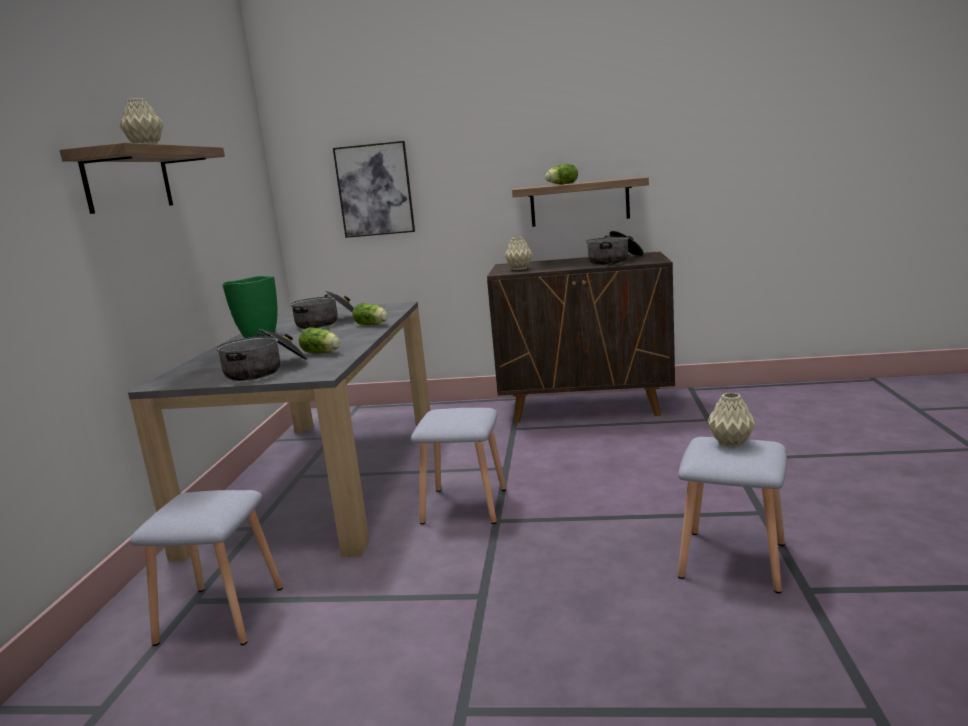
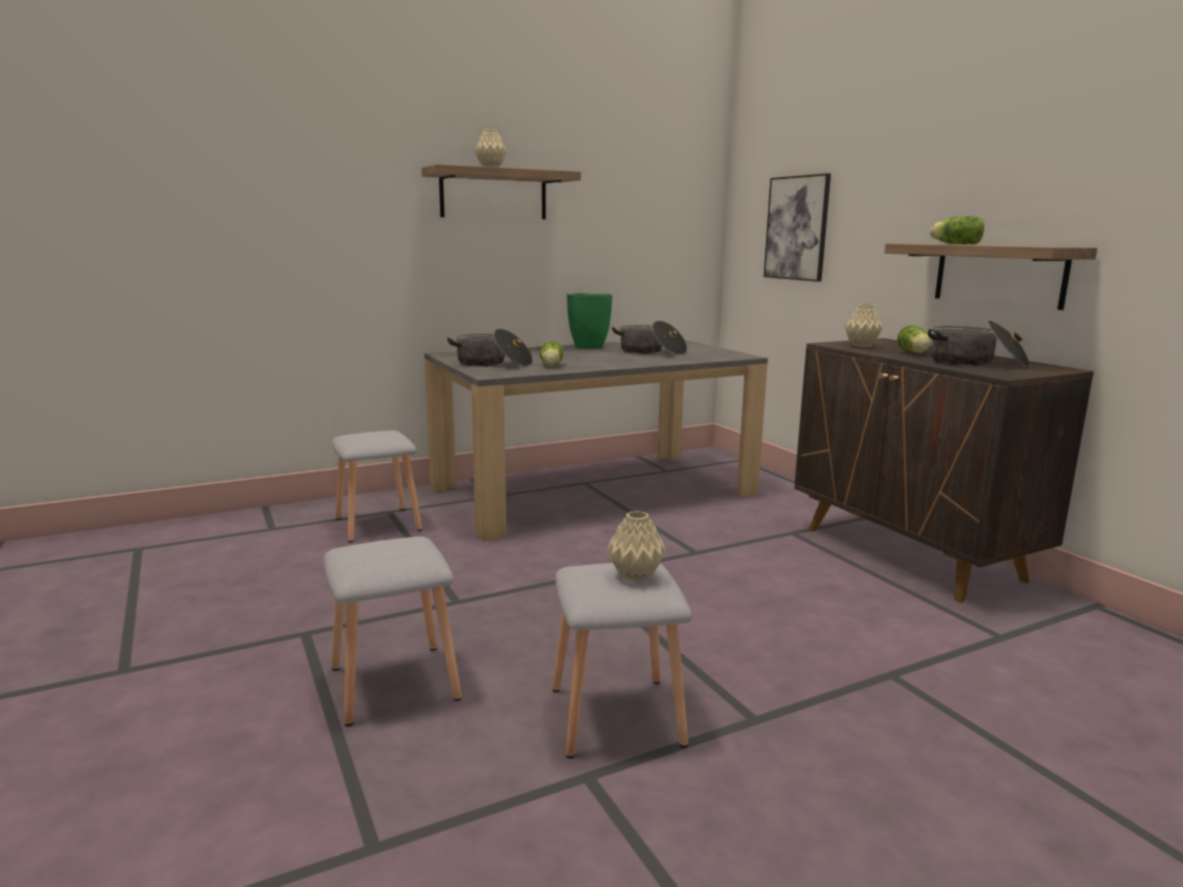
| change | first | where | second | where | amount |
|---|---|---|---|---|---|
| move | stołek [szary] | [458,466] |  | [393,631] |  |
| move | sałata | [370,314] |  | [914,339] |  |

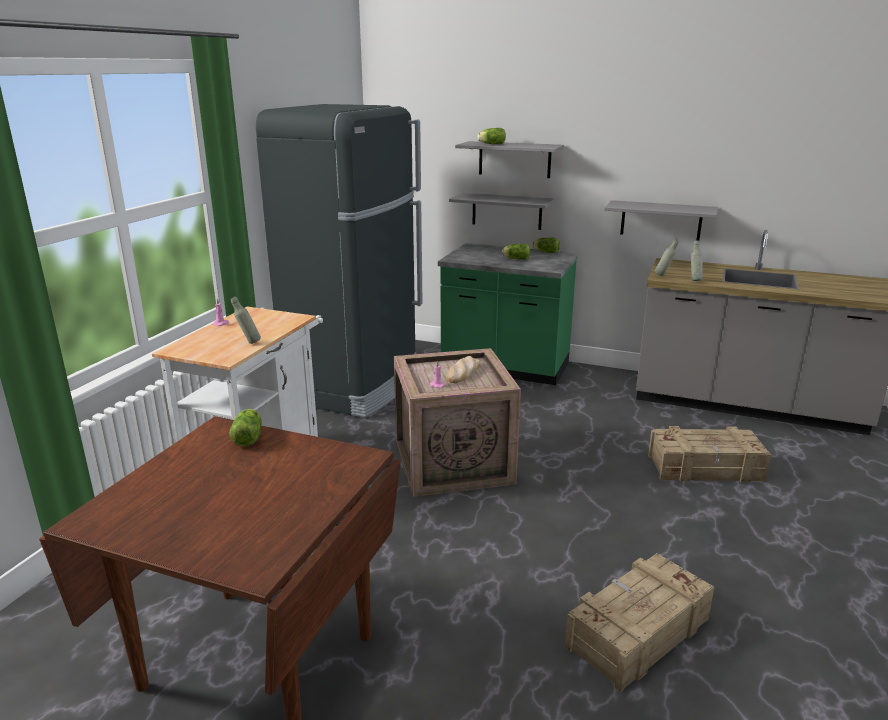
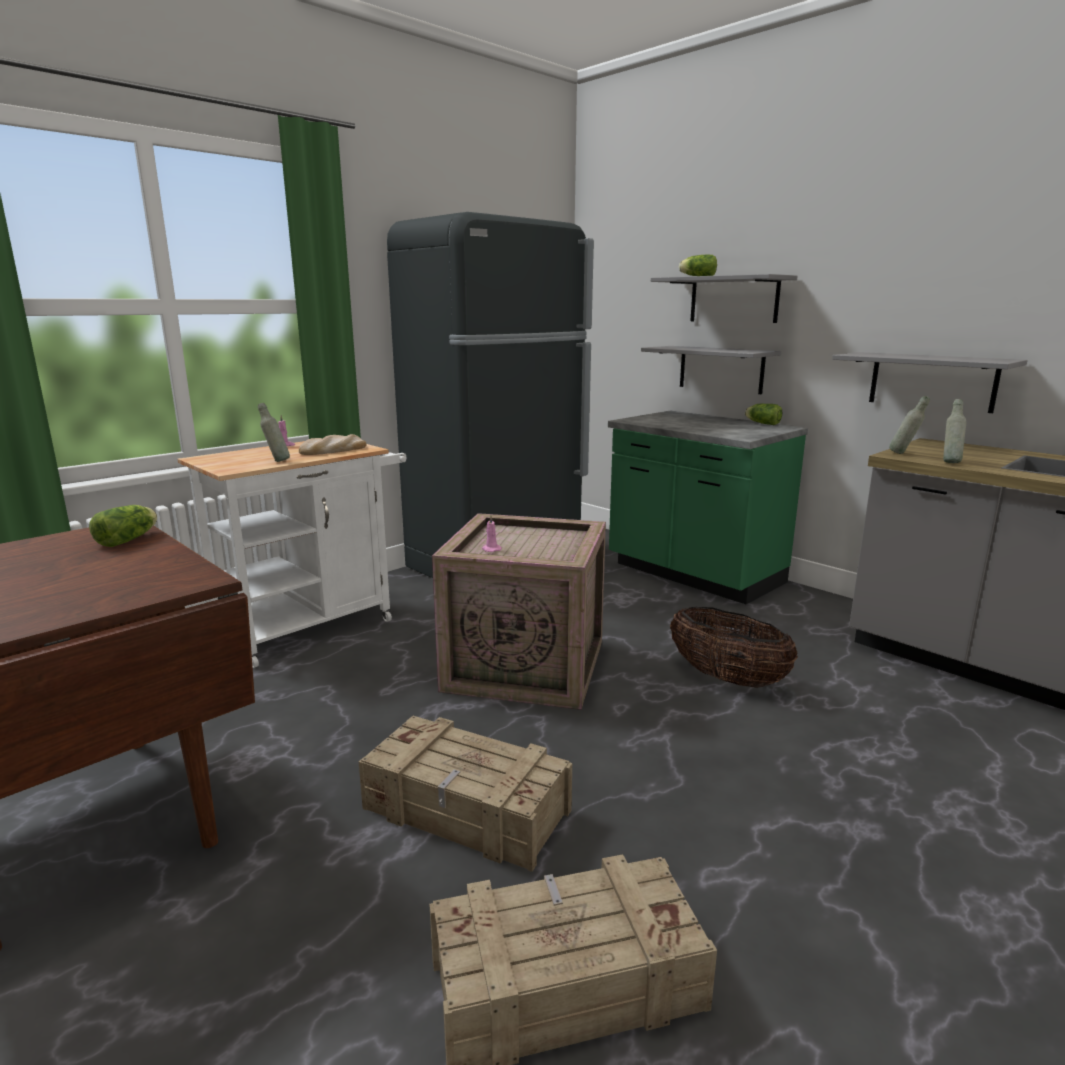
| change | first | where | second | where | amount |
|---|---|---|---|---|---|
| move | chleb | [463,369] |  | [332,444] |  |
| move | skrzynka | [709,454] |  | [465,794] |  |
| insert |  |  | koszyk | [734,647] |  |
| delete | sałata | [516,252] |  |  |  |

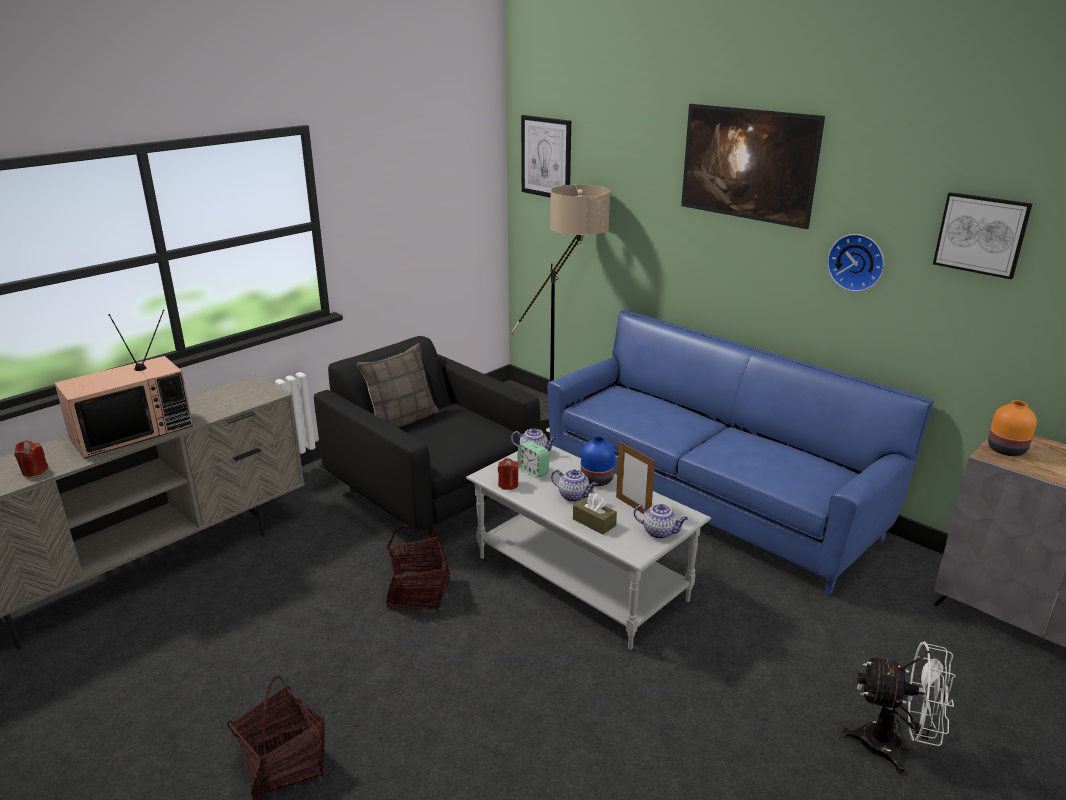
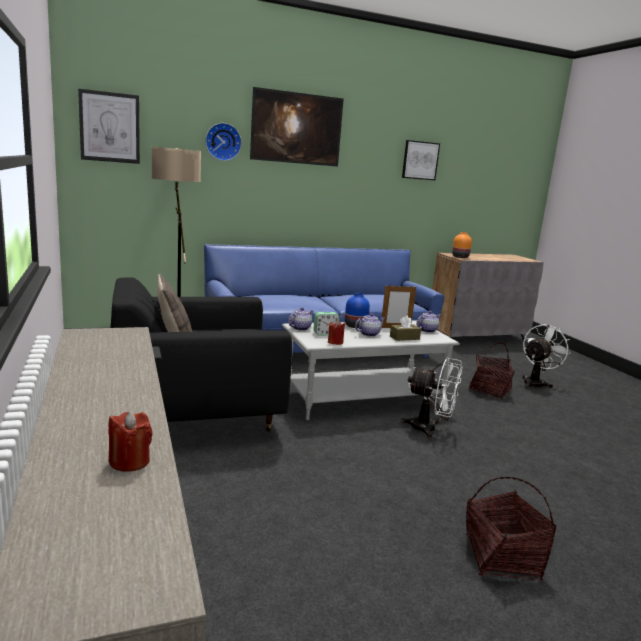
| change | first | where | second | where | amount |
|---|---|---|---|---|---|
| move | zegar ścienny | [855,263] |  | [223,142] |  |
| insert |  |  | wentylator [biały] | [432,398] |  |
| move | koszyk | [418,569] |  | [492,371] |  |
| delete | telewizor | [123,384] |  |  |  |

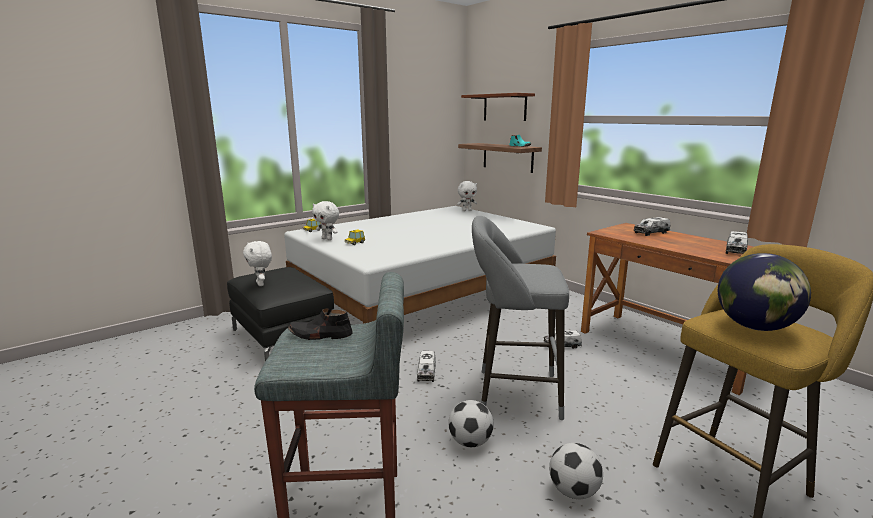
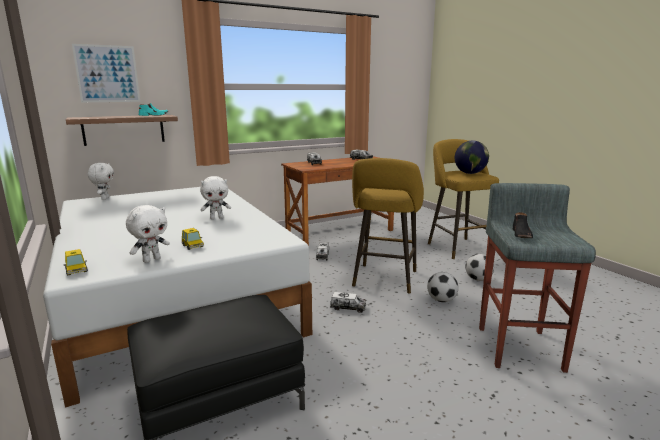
| change | first | where | second | where | amount |
|---|---|---|---|---|---|
| replace | półka | [498,107] | obraz | [106,73] |  |
| move | pluszak [biały] | [257,263] |  | [215,197] |  |
| recolor | stołek [szary] | [520,318] | stołek [żółty] | [388,226] |  |

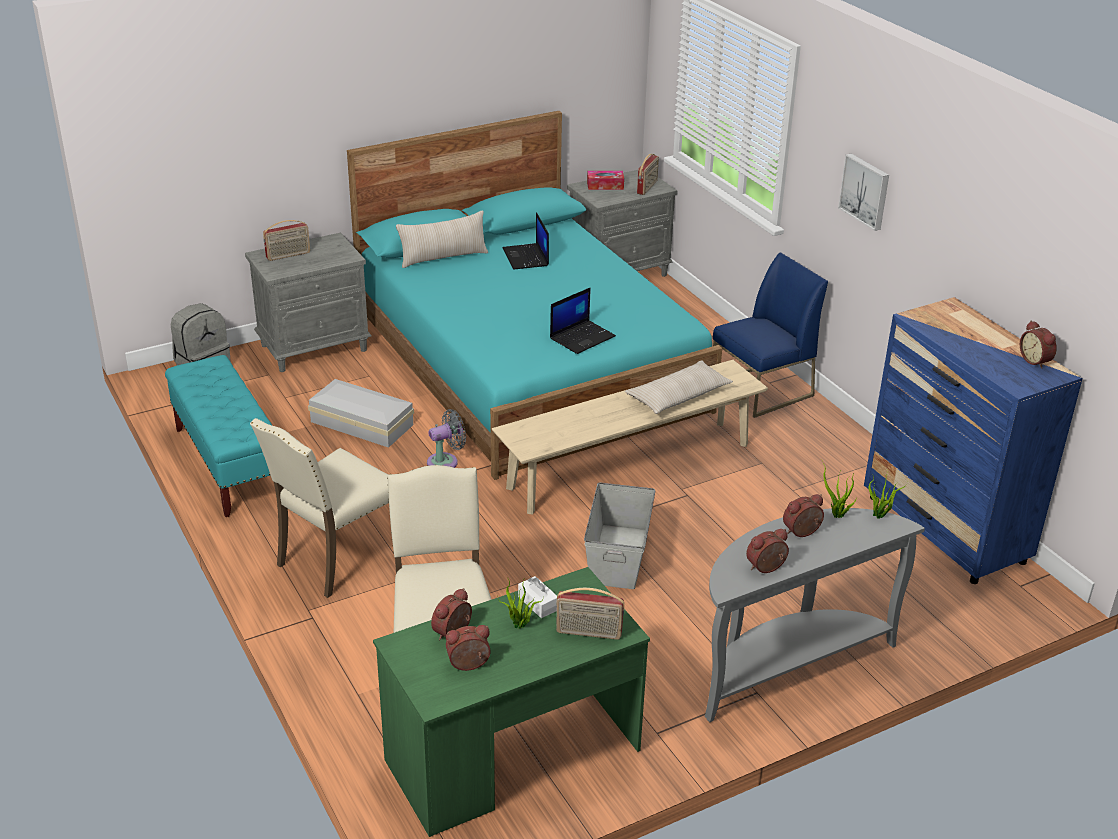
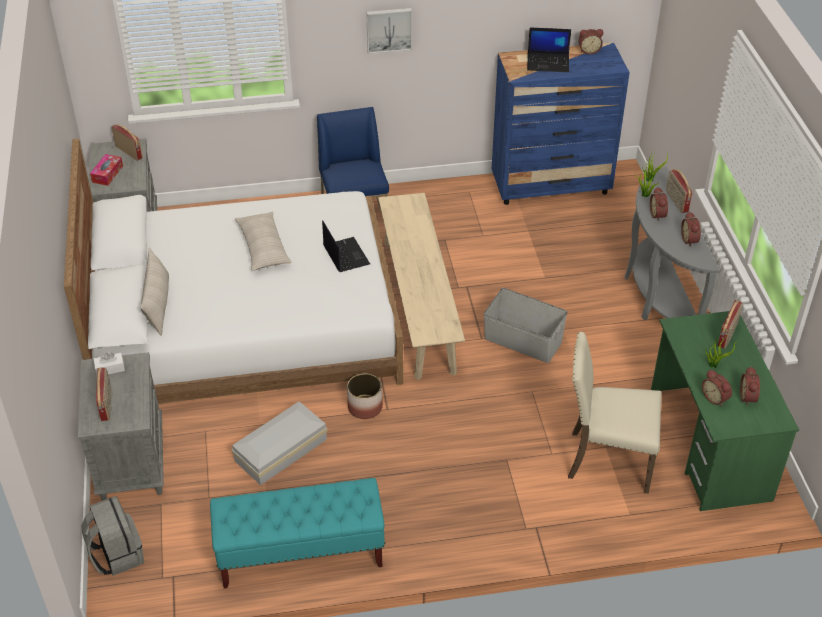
| change | first | where | second | where | amount |
|---|---|---|---|---|---|
| recolor | łóżko [turkusowy] | [534,295] | łóżko [biały] | [233,271] |  |
| move | pudełko chusteczek [biały] | [537,597] |  | [109,364] |  |
| move | poduszka [beżowy] | [679,387] |  | [263,241] |  |
| replace | wentylator [szary] | [446,438] | donica | [365,396] |  |
| move | laptop | [526,240] |  | [549,49] |  |
| insert |  |  | radio | [679,191] |  |
| delete | krzesło [beżowy] | [319,508] |  |  |  |

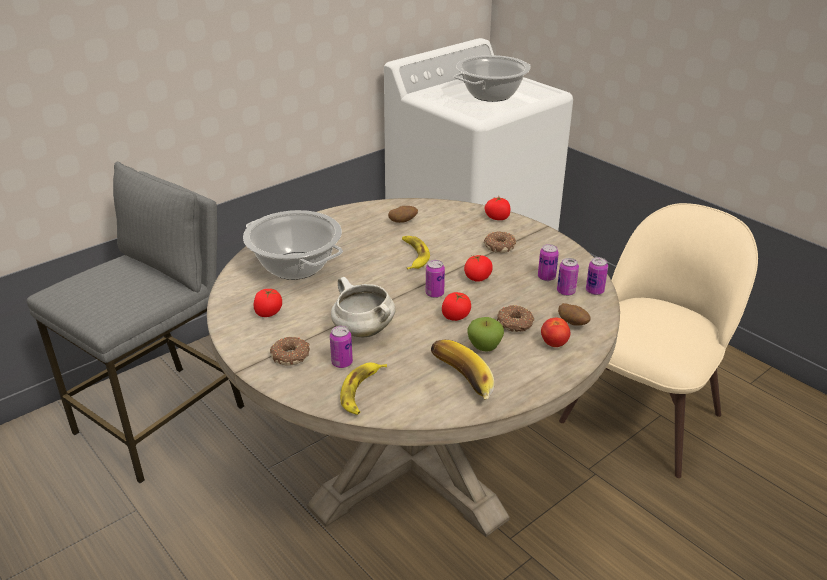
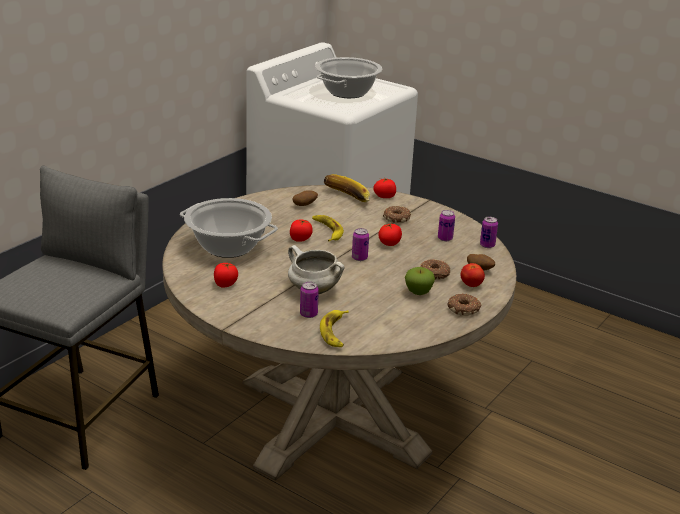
| change | first | where | second | where | amount |
|---|---|---|---|---|---|
| move | pomidor | [456,306] |  | [301,231] |  |
| move | banan | [462,370] |  | [347,188] |  |
| move | donut | [290,351] |  | [464,305] |  |
| delete | puszka | [568,277] |  |  |  |
| delete | krzesło [beżowy] | [658,340] |  |  |  |

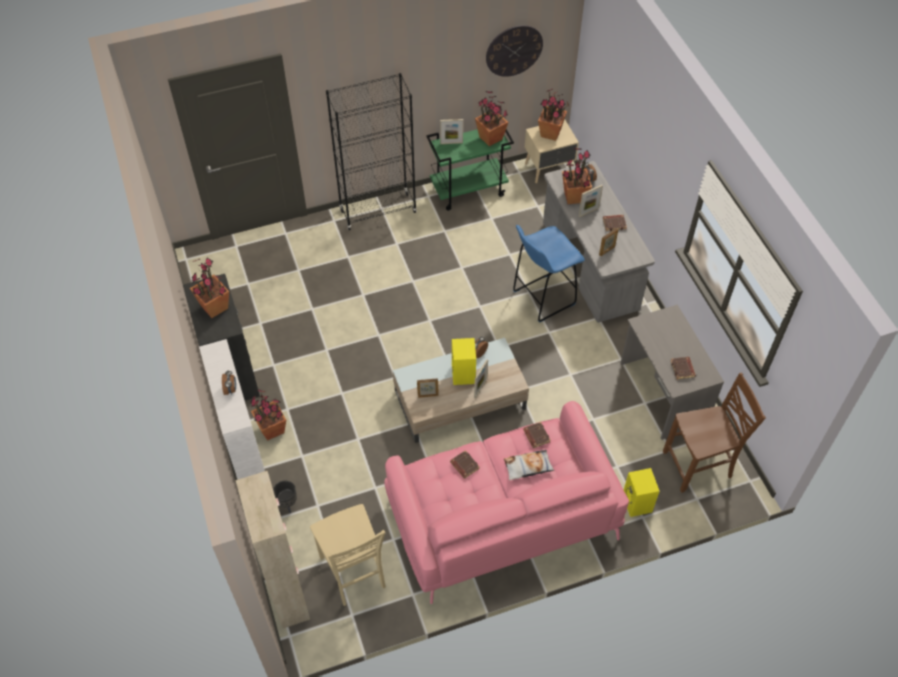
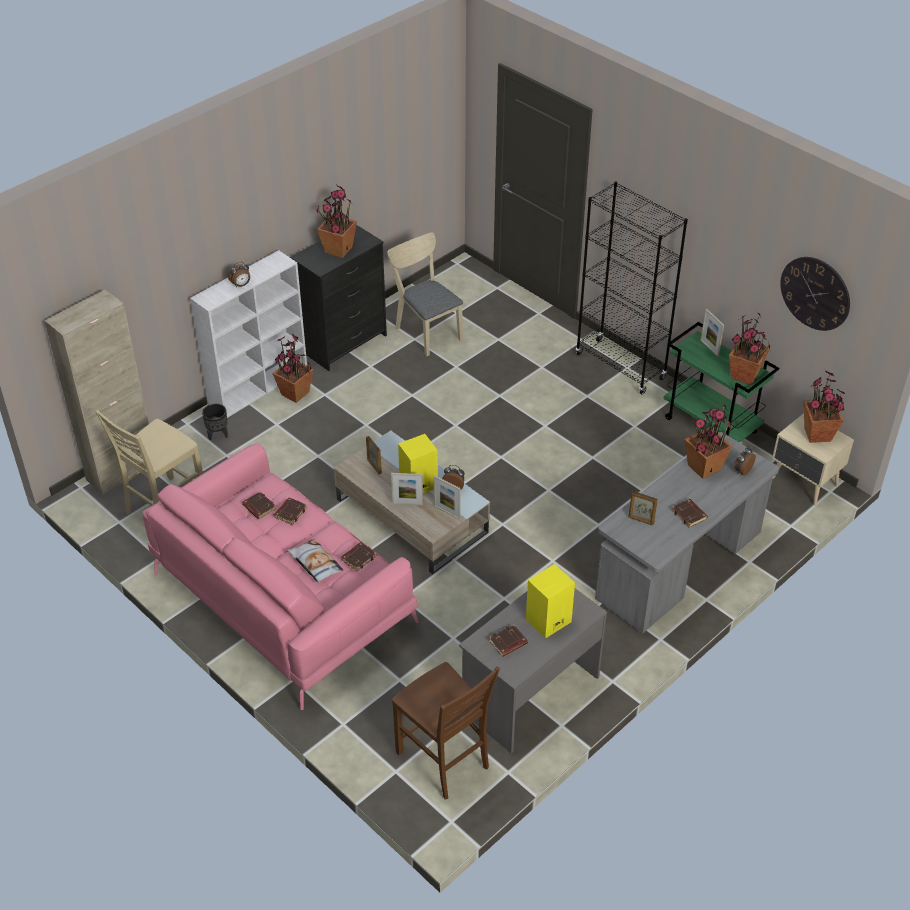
| change | first | where | second | where | amount |
|---|---|---|---|---|---|
| insert |  |  | książka [brązowy] | [259,505] |  |
| insert |  |  | krzesło [beżowy] | [425,294] |  |
| move | ramka na zdjęcie | [591,201] |  | [447,497] |  |
| move | głośnik [żółty] | [642,492] |  | [550,601] |  |
| delete | stołek [niebieski] | [549,274] |  |  |  |

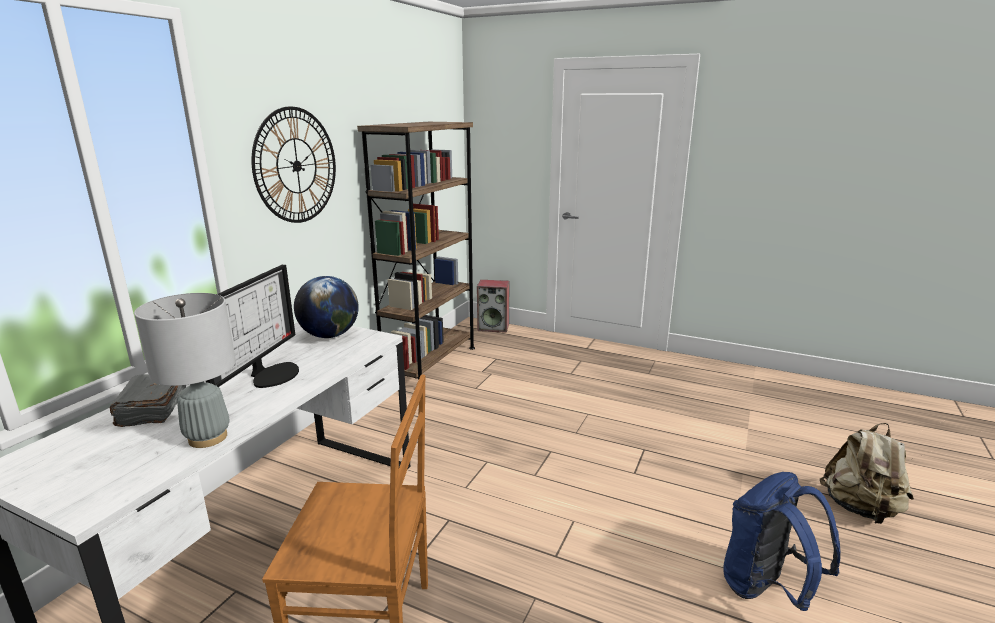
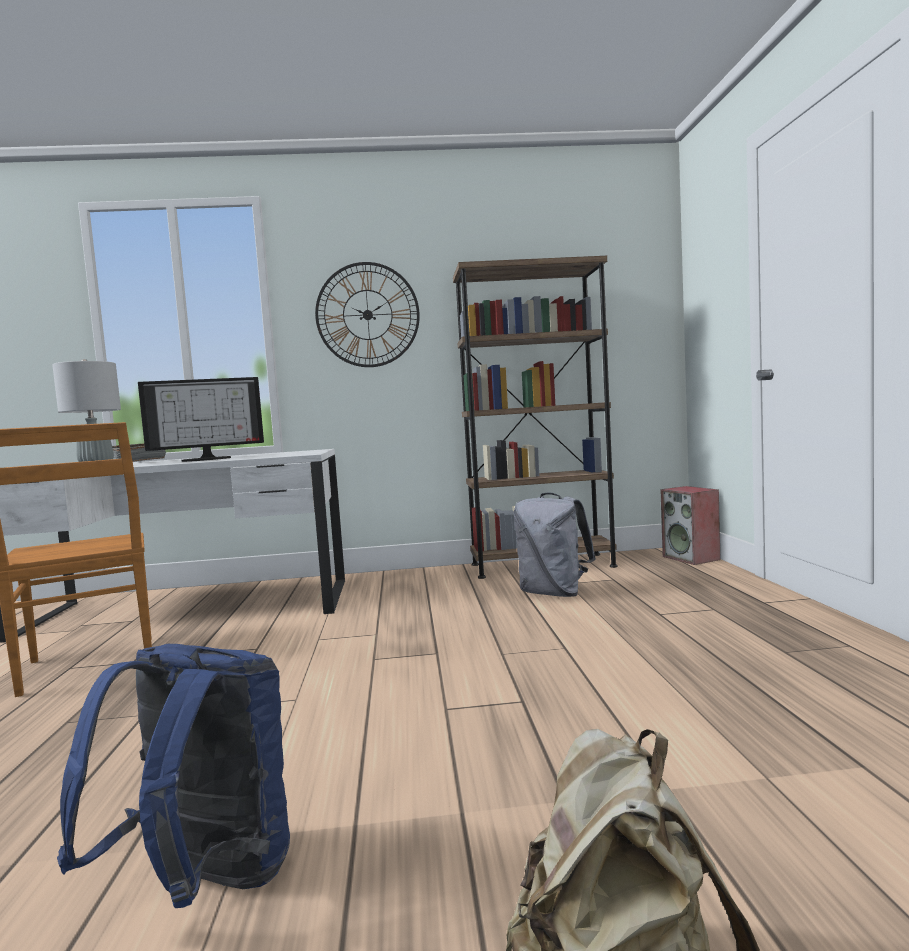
| change | first | where | second | where | amount |
|---|---|---|---|---|---|
| insert |  |  | plecak [szary] | [555,545] |  |
| delete | globus | [326,307] |  |  |  |

